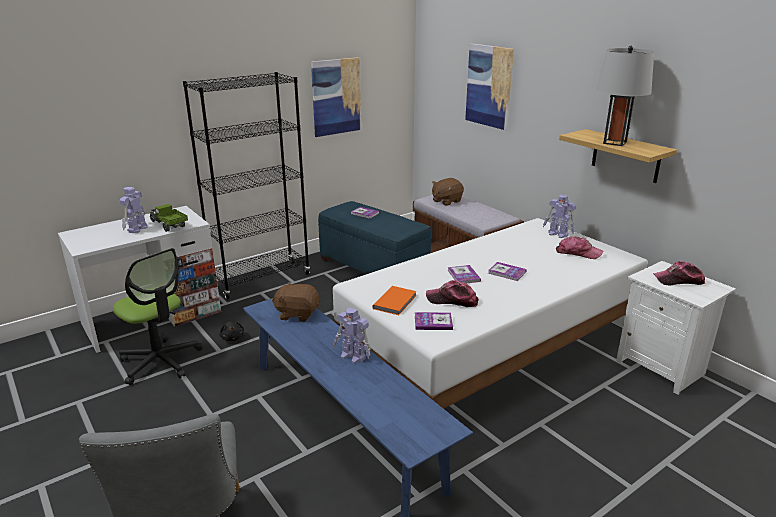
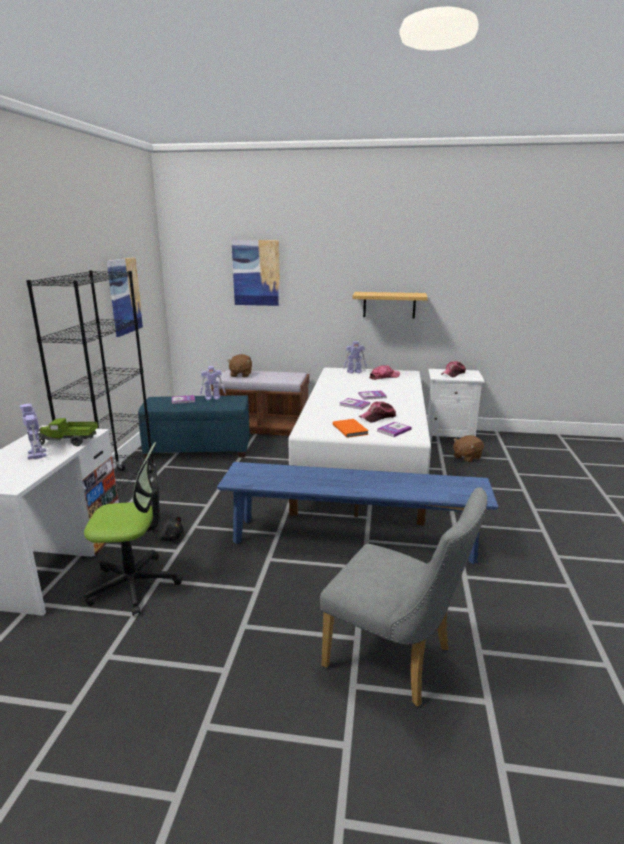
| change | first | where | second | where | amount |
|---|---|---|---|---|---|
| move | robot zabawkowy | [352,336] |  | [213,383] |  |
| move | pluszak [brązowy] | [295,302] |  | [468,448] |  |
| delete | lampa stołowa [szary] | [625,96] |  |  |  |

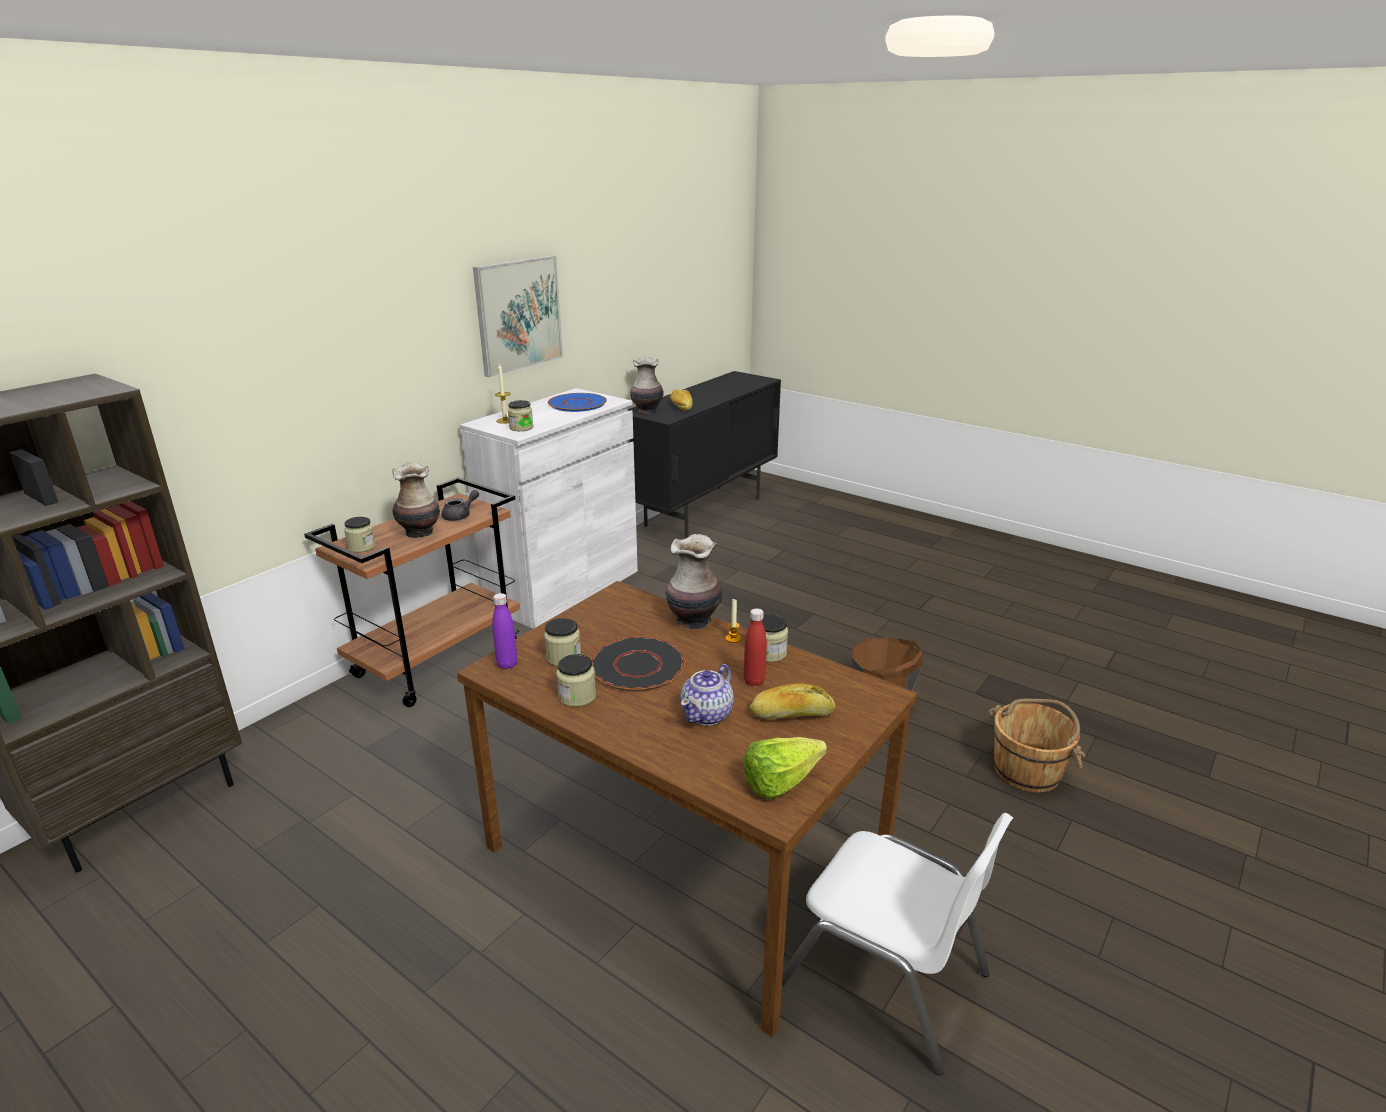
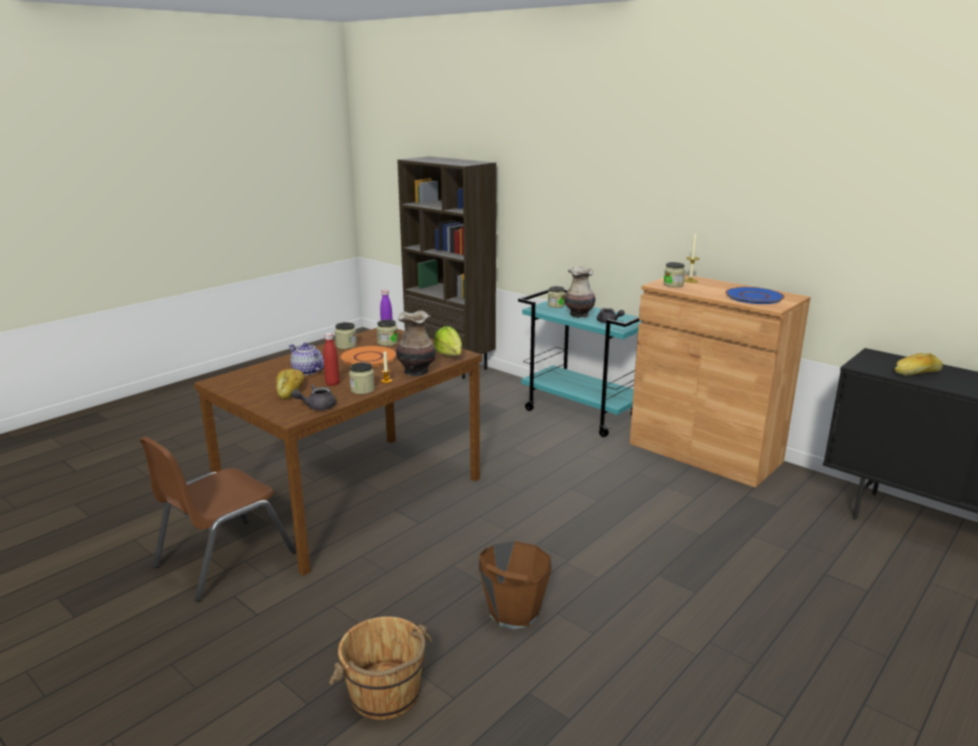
| change | first | where | second | where | amount |
|---|---|---|---|---|---|
| recolor | krzesło [biały] | [897,944] | krzesło [brązowy] | [218,519] |  |
| insert |  |  | imbryk [szary] | [313,397] |  |
| recolor | talerz [czarny] | [638,664] | talerz [pomarańczowy] | [367,356] |  |
| move | sałata | [785,768] |  | [448,341] |  |
| recolor | wózek [brązowy] | [412,592] | wózek [turkusowy] | [580,363] |  |
| recolor | szafka [biały] | [549,508] | szafka [brązowy] | [720,381] |  |
| delete | obraz | [518,316] |  |  |  |
| delete | wazon | [647,385] |  |  |  |

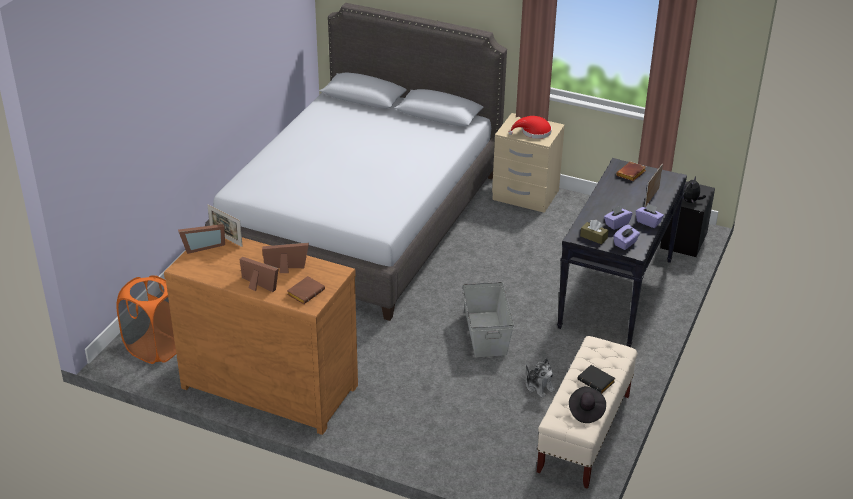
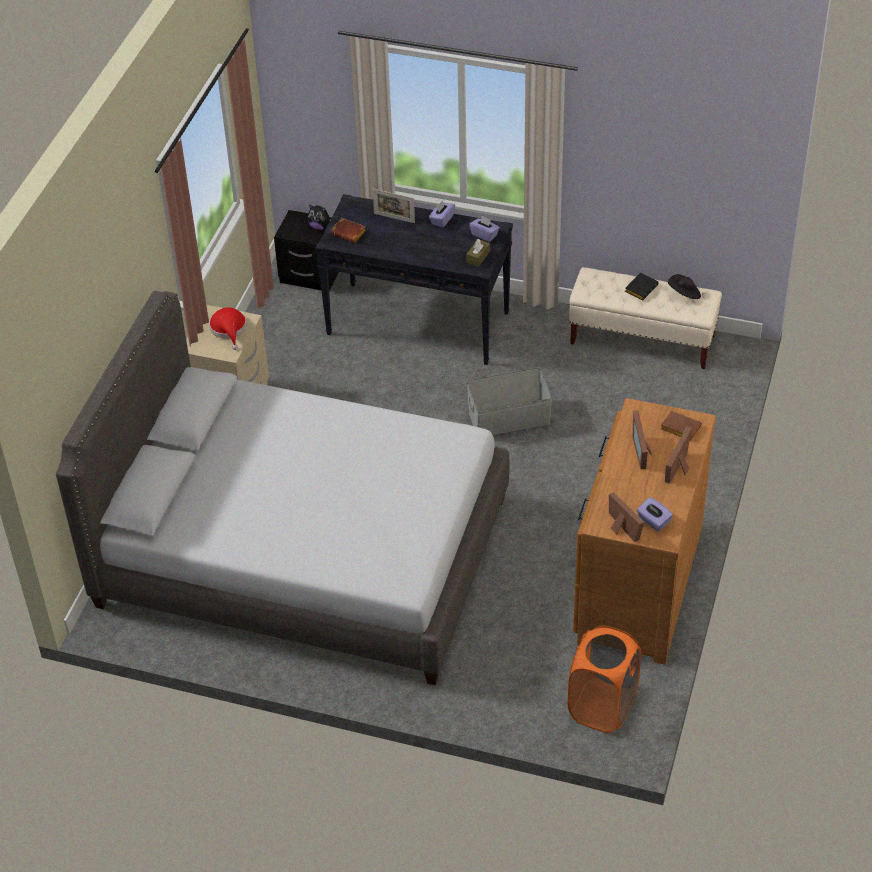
| change | first | where | second | where | amount |
|---|---|---|---|---|---|
| move | pudełko chusteczek [fioletowy] | [618,217] |  | [655,514] |  |
| delete | ramka na zdjęcie | [225,225] |  |  |  |
| delete | pluszak | [540,378] |  |  |  |

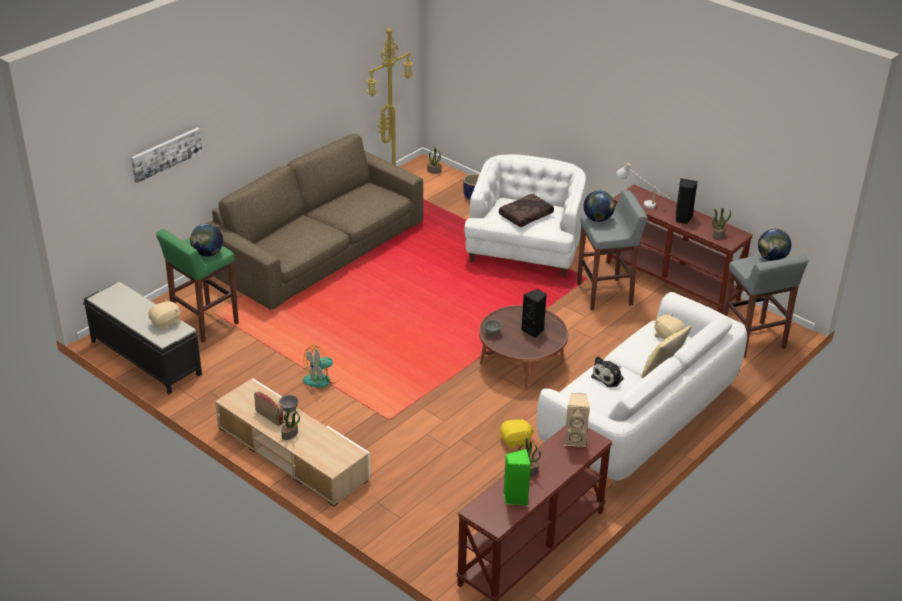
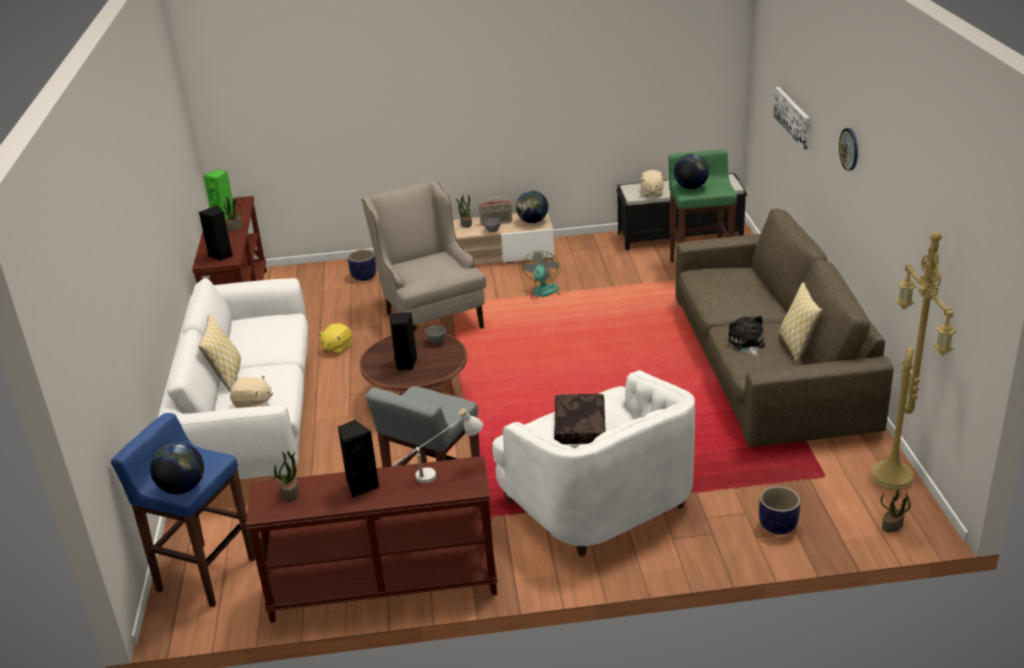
| change | first | where | second | where | amount |
|---|---|---|---|---|---|
| recolor | stołek [szary] | [765,306] | stołek [niebieski] | [183,510] |  |
| recolor | głośnik [beżowy] | [577,420] | głośnik [czarny] | [216,233] |  |
| insert |  |  | donica | [362,265] |  |
| insert |  |  | fotel [beżowy] | [424,256] |  |
| move | globus | [599,206] |  | [532,207] |  |
| move | pluszak | [607,372] |  | [746,336] |  |
| insert |  |  | poduszka | [800,322] |  |
| insert |  |  | zegar ścienny | [848,149] |  |

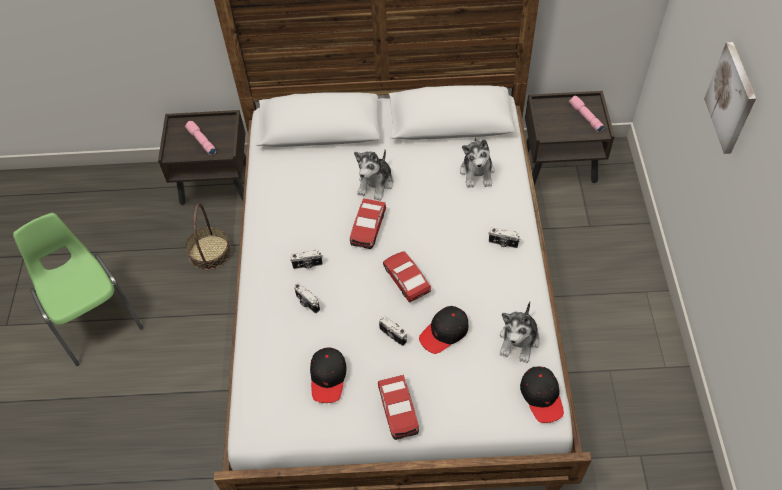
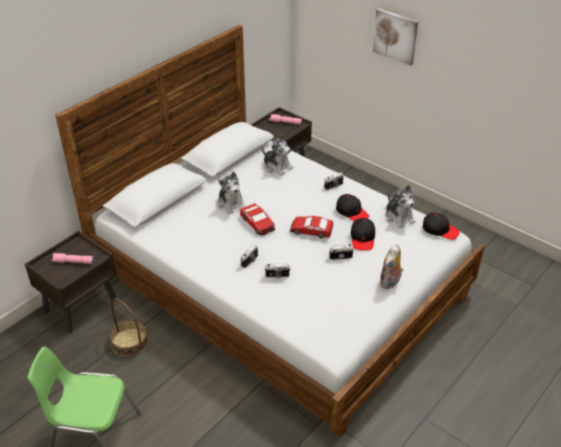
| change | first | where | second | where | amount |
|---|---|---|---|---|---|
| move | czapka z daszkiem [czarny] | [328,375] |  | [352,207] |  |
| replace | samochodzik | [398,407] | pluszak | [391,266] |  |

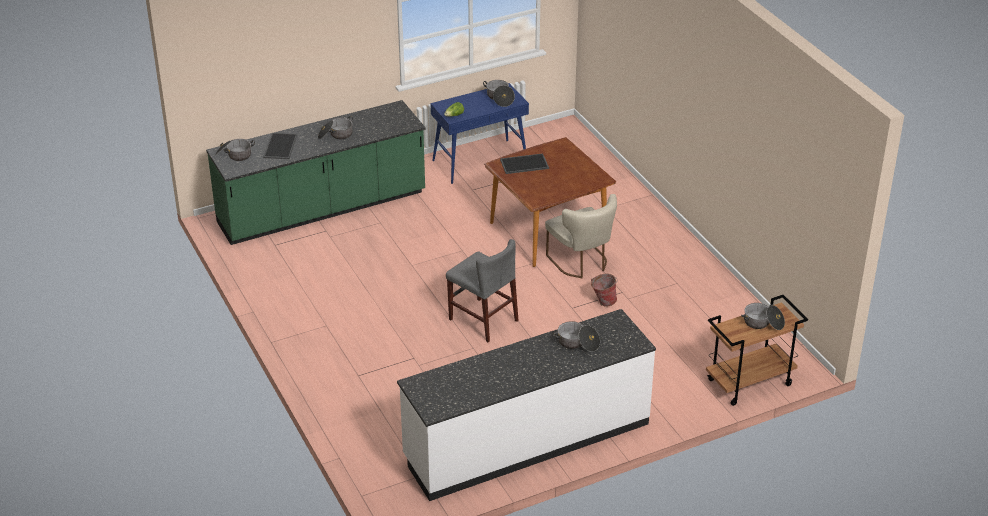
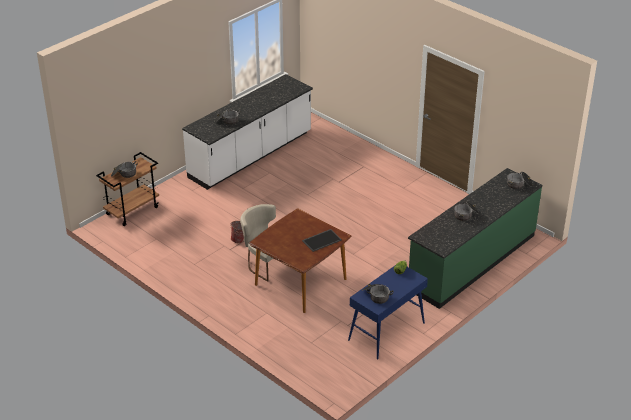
| change | first | where | second | where | amount |
|---|---|---|---|---|---|
| delete | taca | [280,146] |  |  |  |
| delete | krzesło [szary] | [482,290] |  |  |  |

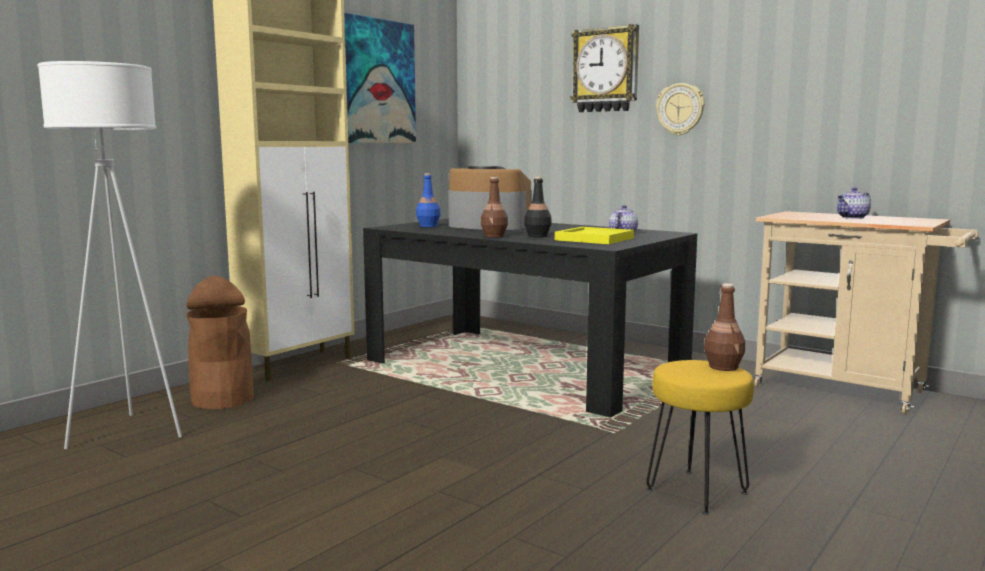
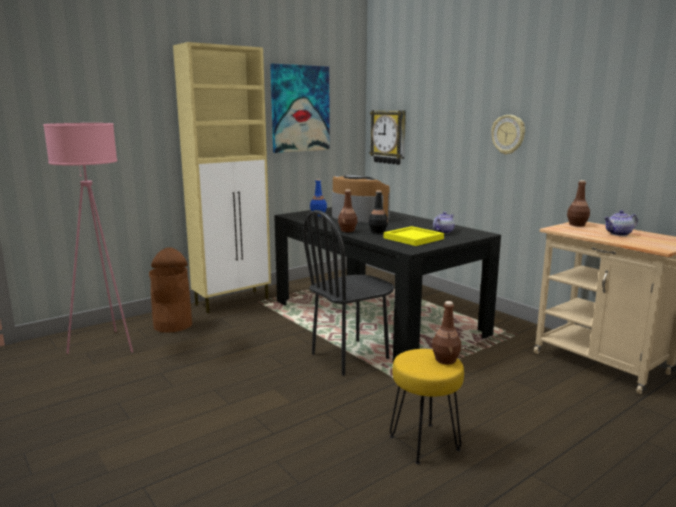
| change | first | where | second | where | amount |
|---|---|---|---|---|---|
| recolor | lampa stojąca [biały] | [110,255] | lampa stojąca [różowy] | [88,238] |  |
| insert |  |  | krzesło [czarny] | [348,293] |  |
| move | zegar ścienny | [604,68] |  | [387,137] |  |
| insert |  |  | butelka [brązowy] | [578,203] |  |

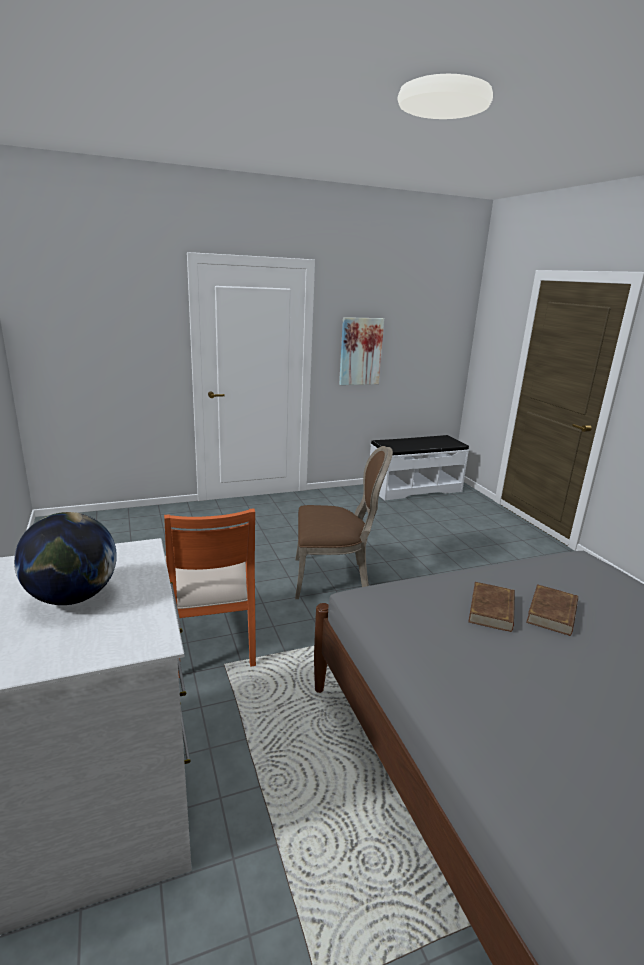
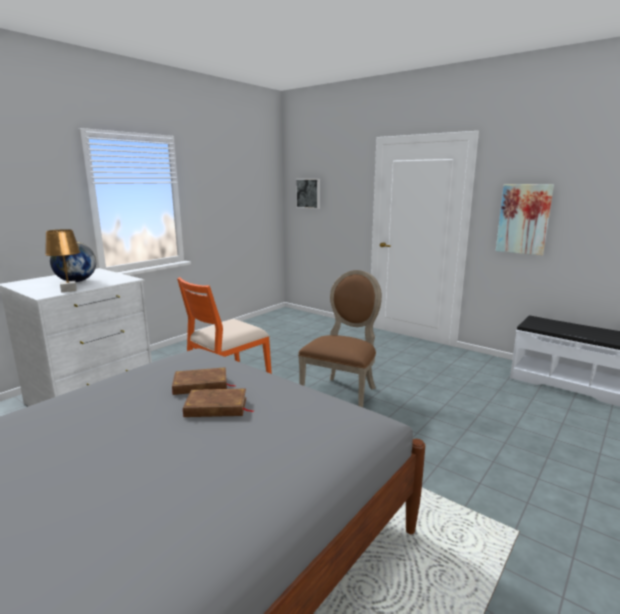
| change | first | where | second | where | amount |
|---|---|---|---|---|---|
| insert |  |  | lampa stołowa [brązowy] | [62,260] |  |
| insert |  |  | obraz | [308,194] |  |
| rotate | krzesło [brązowy] | [344,522] |  | [340,338] | 120 degrees counterclockwise |

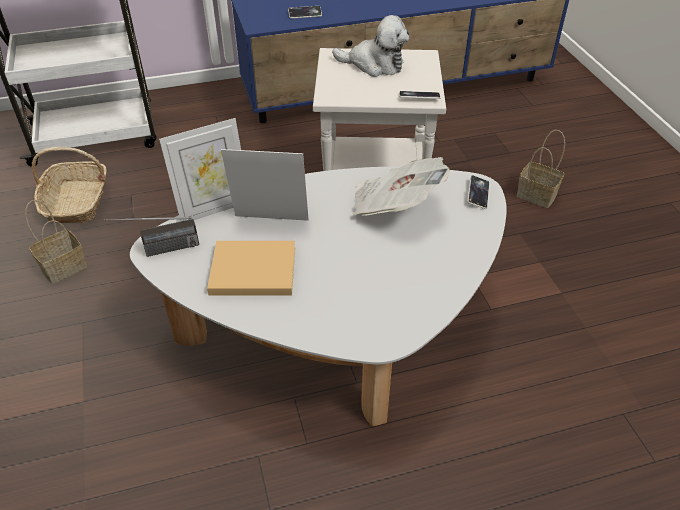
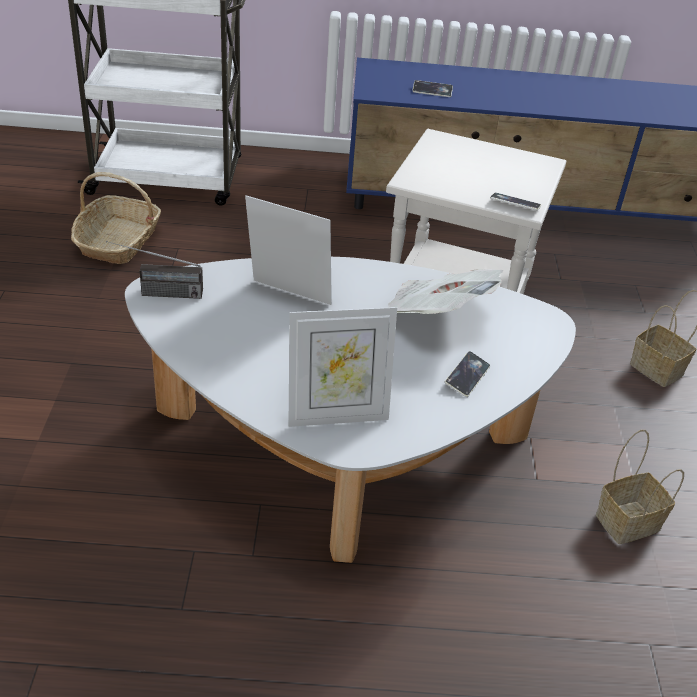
| change | first | where | second | where | amount |
|---|---|---|---|---|---|
| move | ramka na zdjęcie | [200,169] |  | [343,367] |  |
| move | telefon | [478,192] |  | [467,374] |  |
| move | koszyk | [56,242] |  | [640,487] |  |
| delete | książka [beżowy] | [251,268] |  |  |  |
| delete | pluszak | [370,46] |  |  |  |

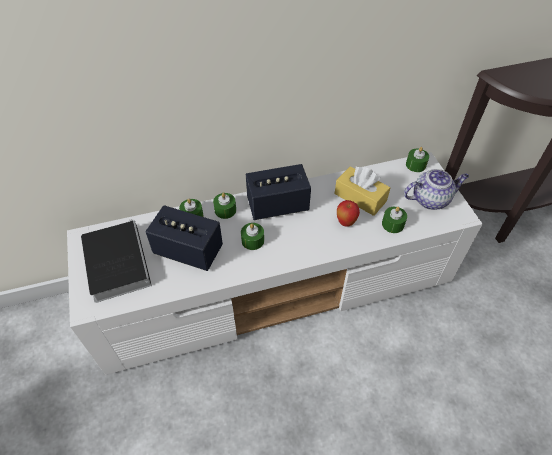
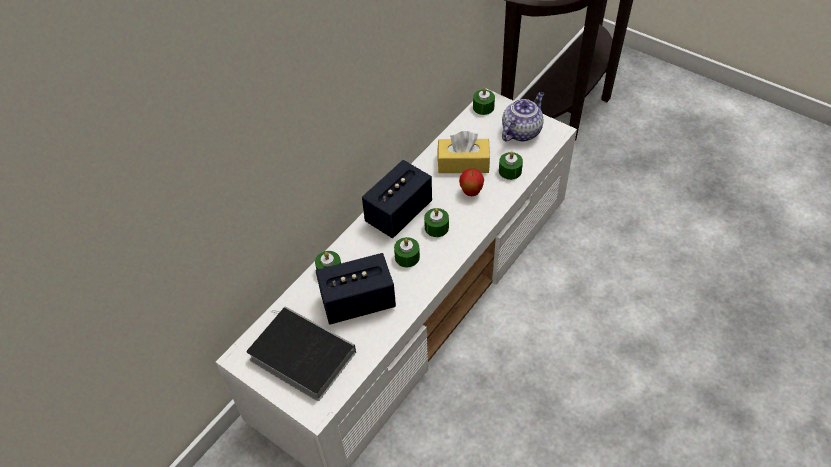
| change | first | where | second | where | amount |
|---|---|---|---|---|---|
| move | świeca [zielony] | [224,206] |  | [436,222] |  |

